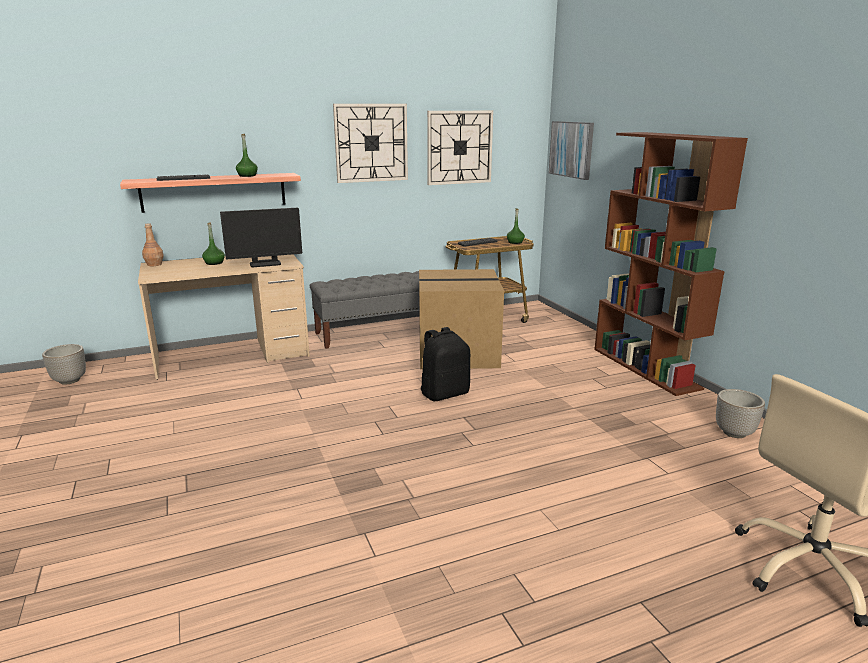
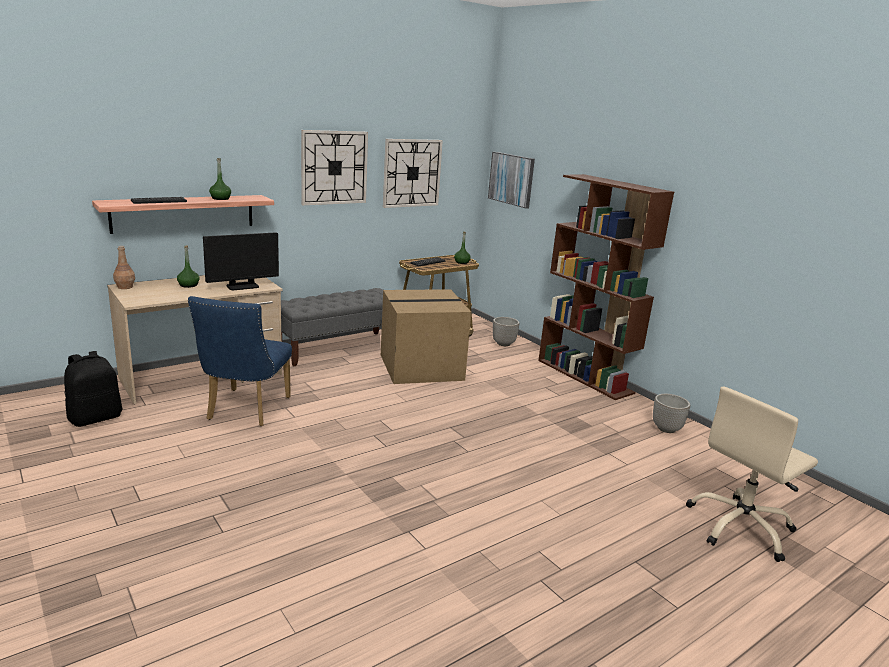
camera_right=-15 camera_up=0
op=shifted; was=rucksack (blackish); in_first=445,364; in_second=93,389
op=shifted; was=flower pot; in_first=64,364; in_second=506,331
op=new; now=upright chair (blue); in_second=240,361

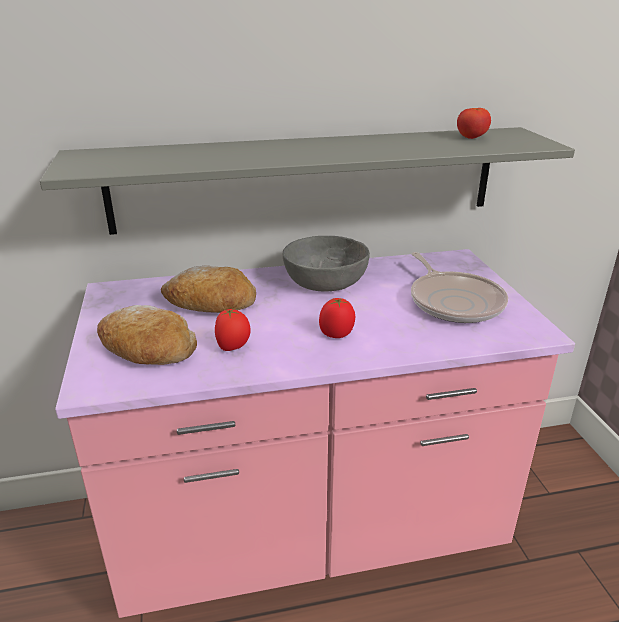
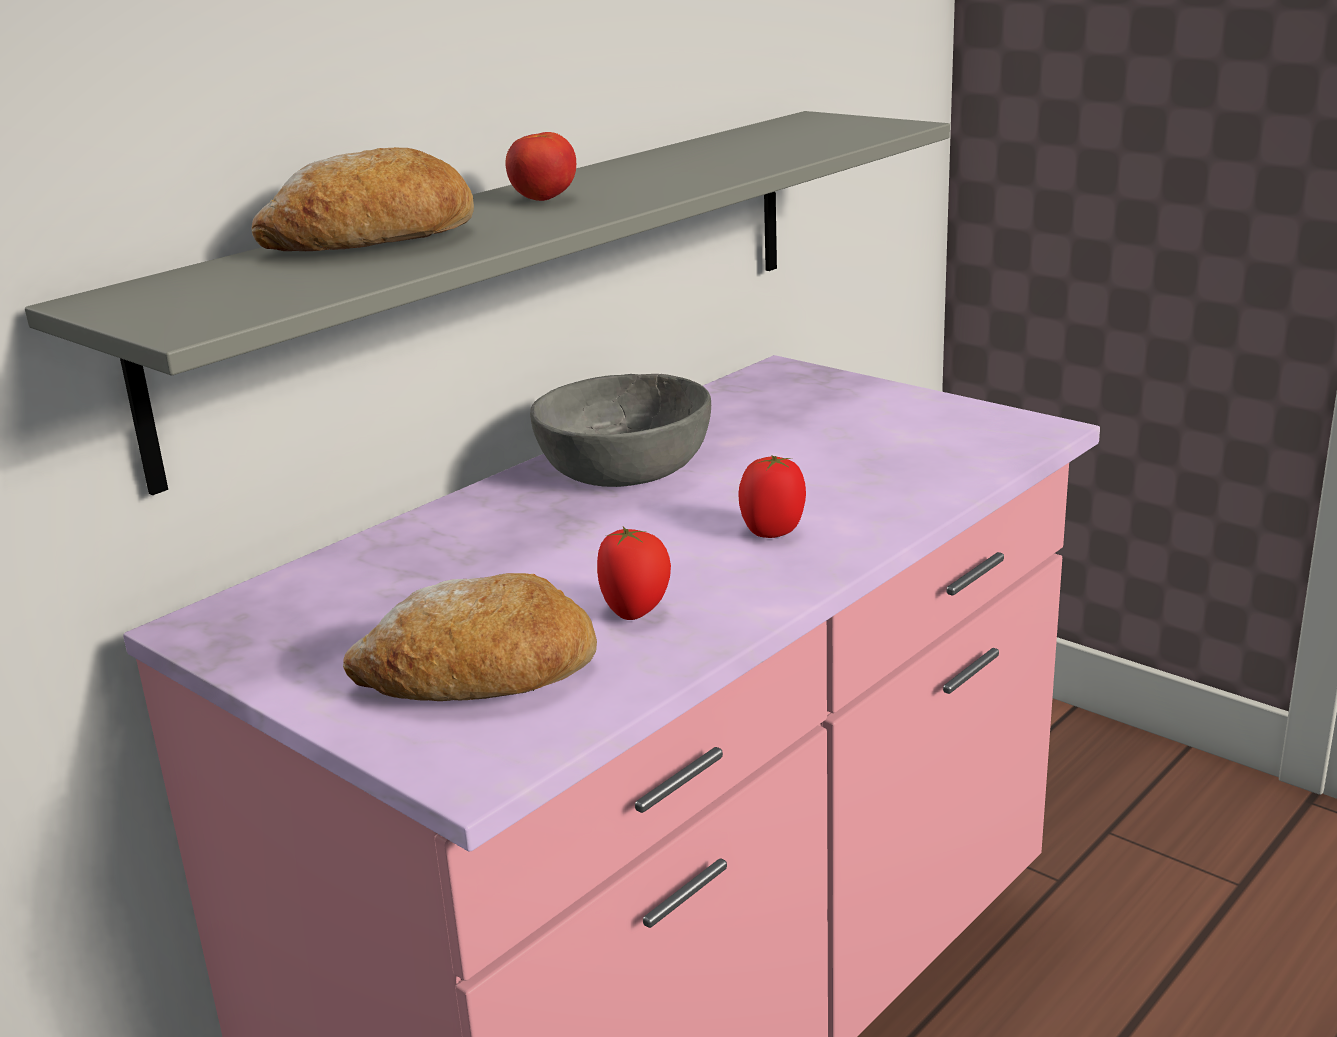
camera_right=-35 camera_up=-5
op=shifted; was=fresh tomato; in_first=474,123; in_second=540,166
op=gone; was=skillet; in_first=459,287
op=shifted; was=bread; in_first=208,289; in_second=363,199

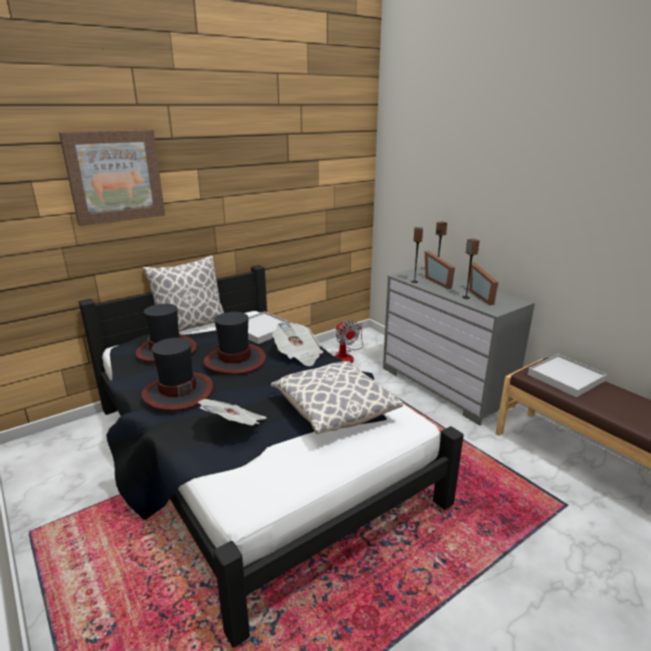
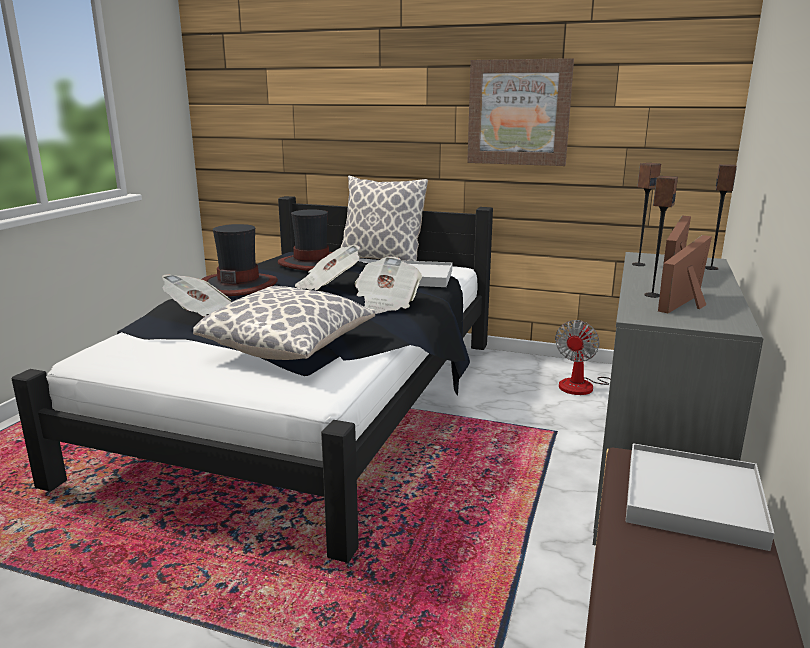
camera_right=55 camera_up=-5
op=shifted; was=wall art; in_first=112,178; in_second=520,112
op=swapped; was=hat; now=newspaper; in_first=235,343; in_second=327,267

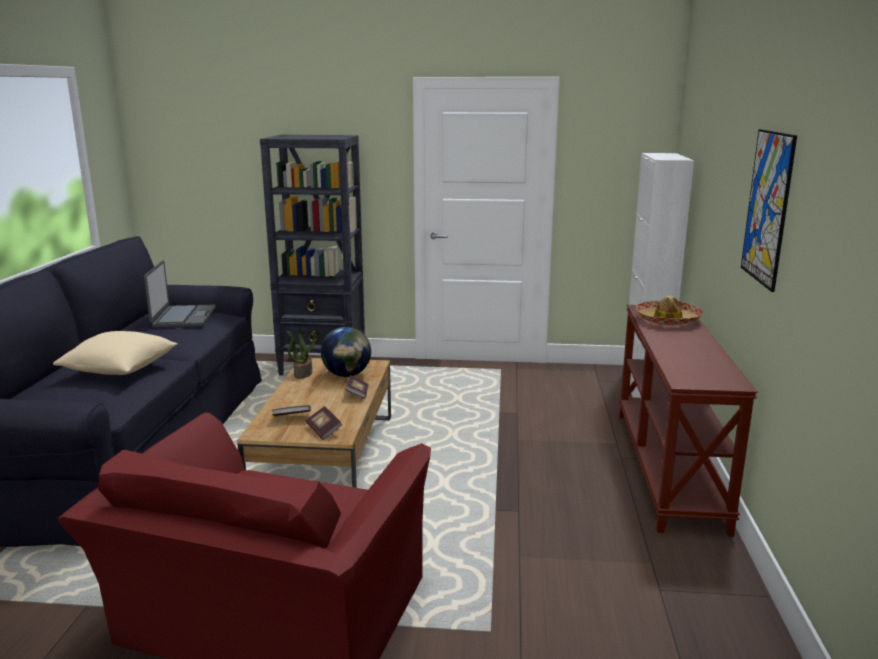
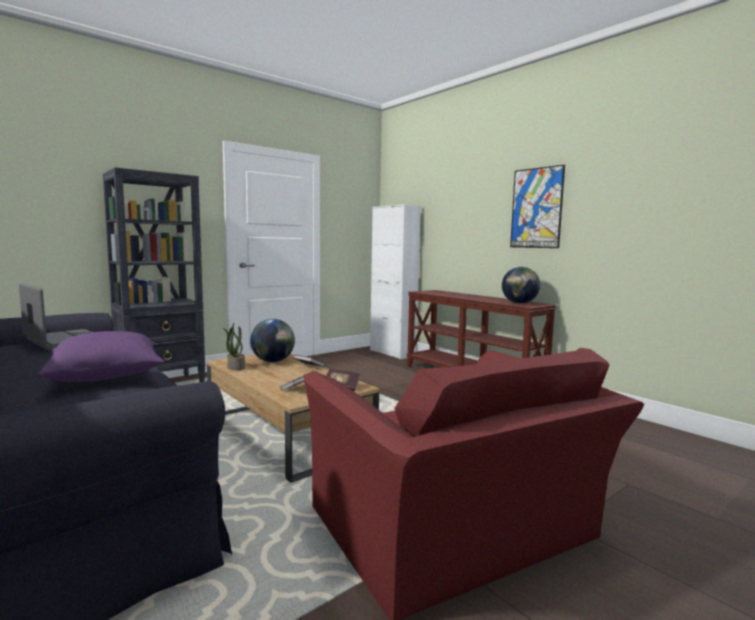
camera_right=-45 camera_up=-10
op=gone; was=hat; in_first=669,310
op=repainted; was=pillow (beige); now=pillow (purple); in_first=115,353; in_second=101,356
op=new; now=world globe; in_second=521,285

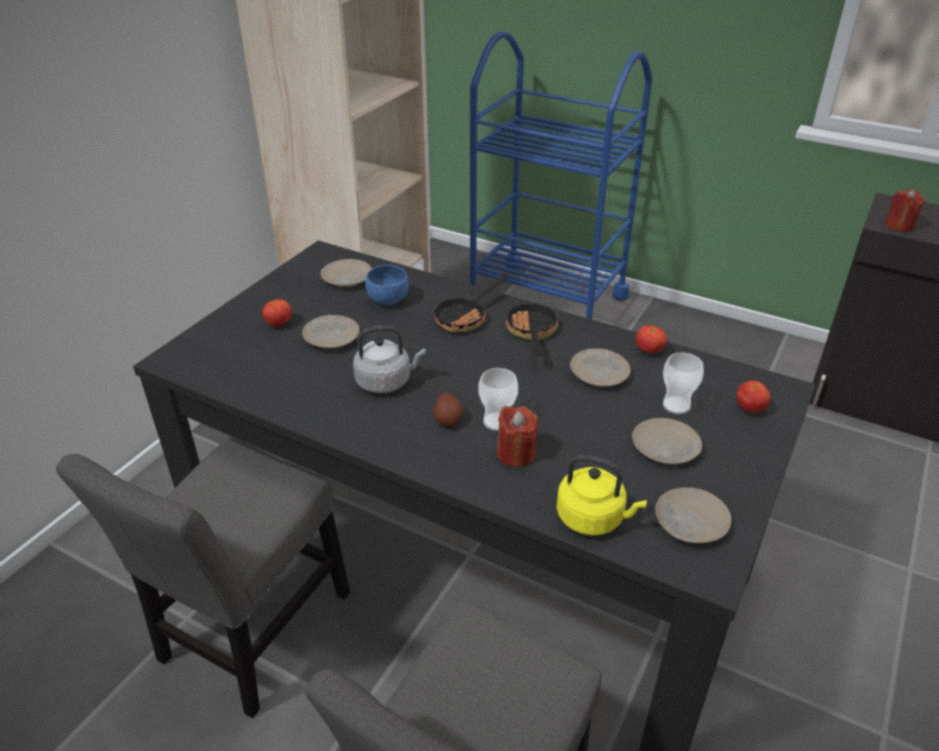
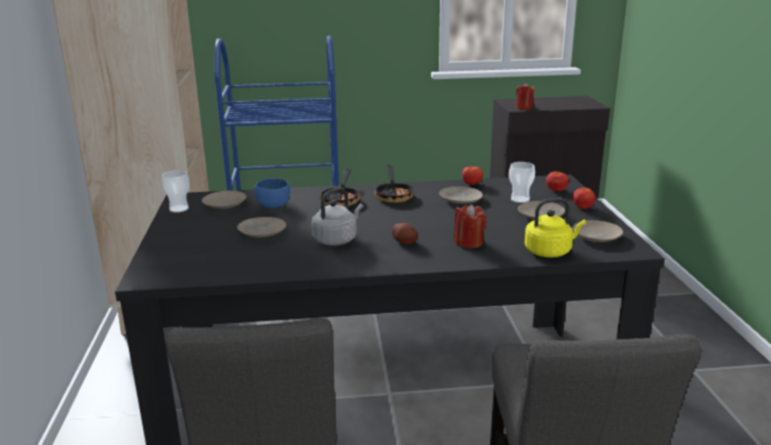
camera_right=-35 camera_up=-15
op=shifted; was=fresh tomato; in_first=277,313; in_second=584,198
op=rotated; was=skillet; in_first=532,328; in_second=394,184; clockwise=-150
op=shifted; was=cup; in_first=498,399; in_second=175,191

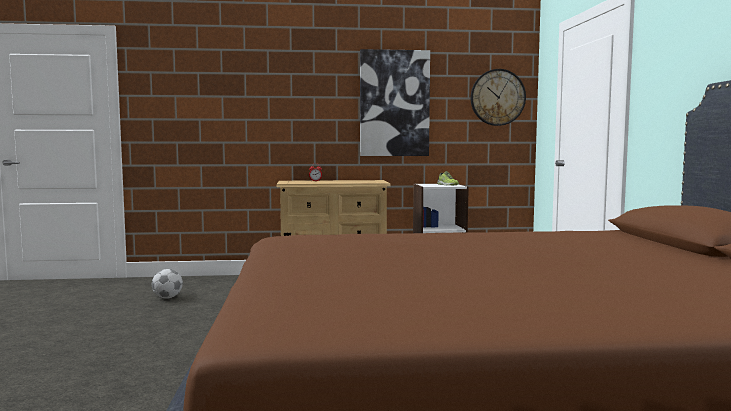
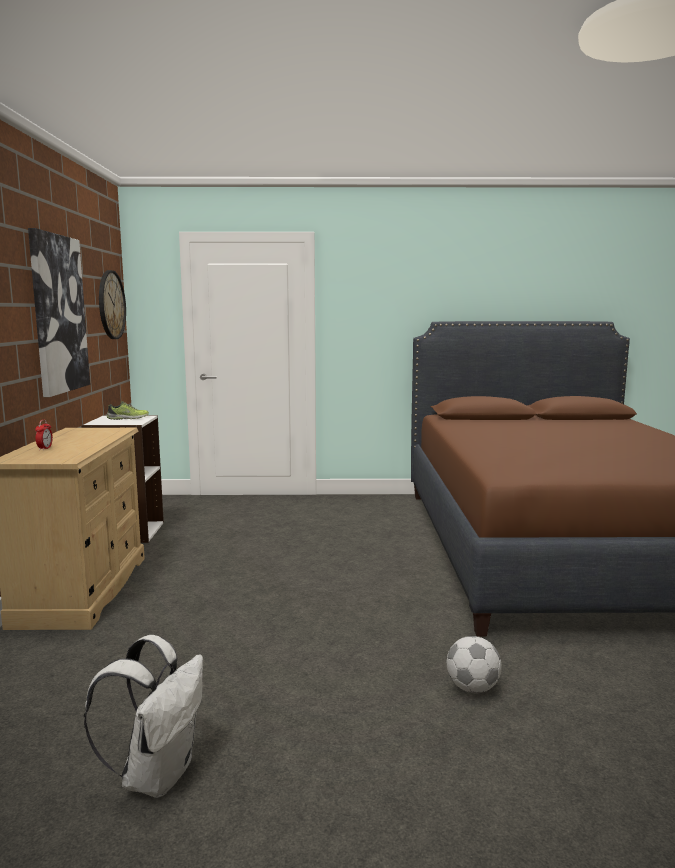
camera_right=-85 camera_up=5
op=shifted; was=football ball; in_first=167,284; in_second=474,664
op=new; now=rucksack (whitish); in_second=143,716

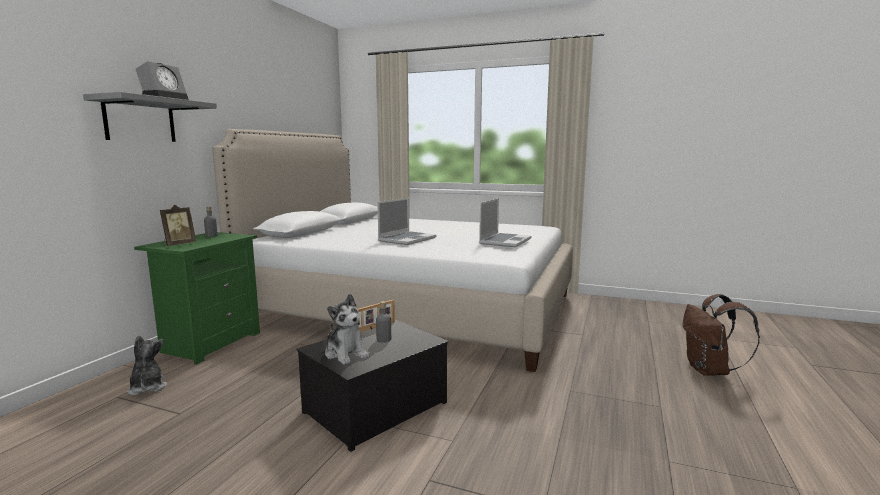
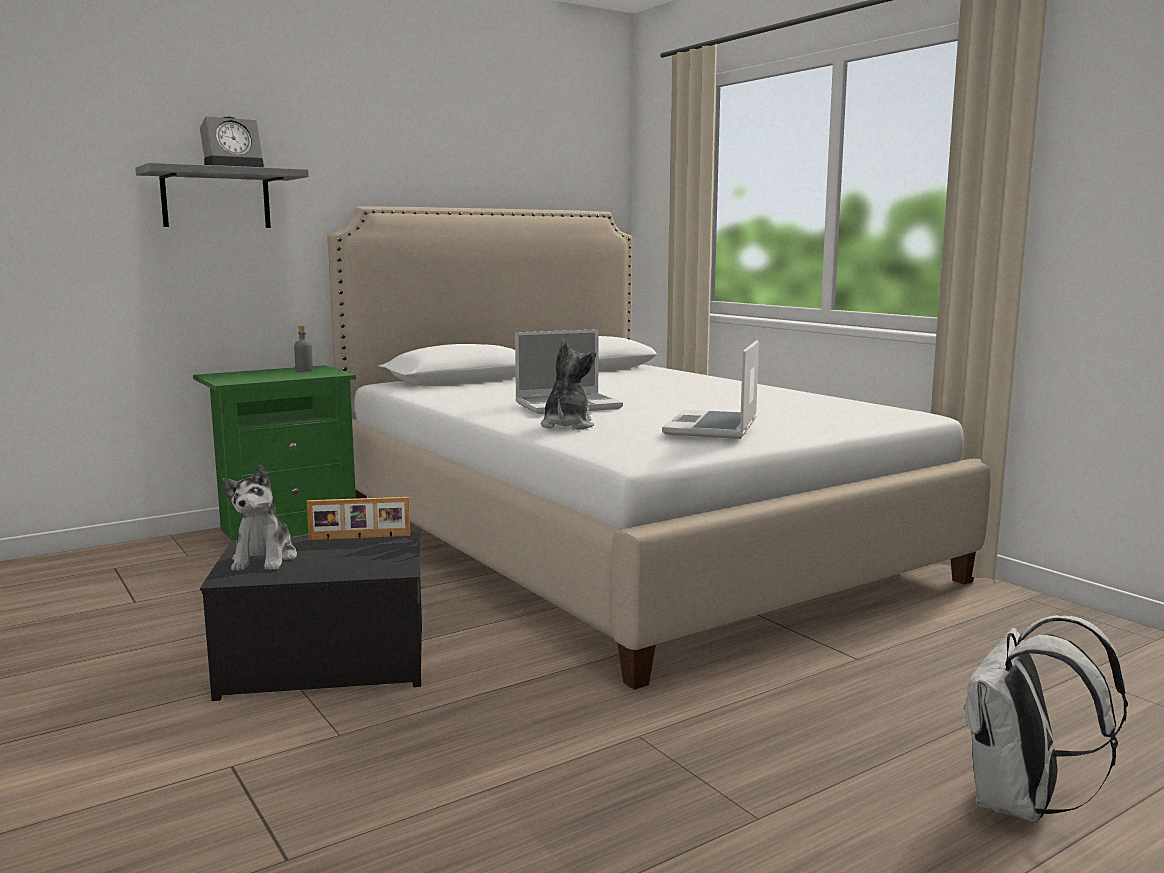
camera_right=35 camera_up=0
op=rotated; was=notebook computer; in_first=505,222; in_second=710,389; clockwise=135
op=gone; was=photo frame; in_first=178,225
op=repainted; was=rucksack (brownish); now=rucksack (whitish); in_first=721,335; in_second=1045,719
op=gone; was=drink bottle (greyish); in_first=383,322
op=shifted; was=soft toy; in_first=147,365; in_second=568,385

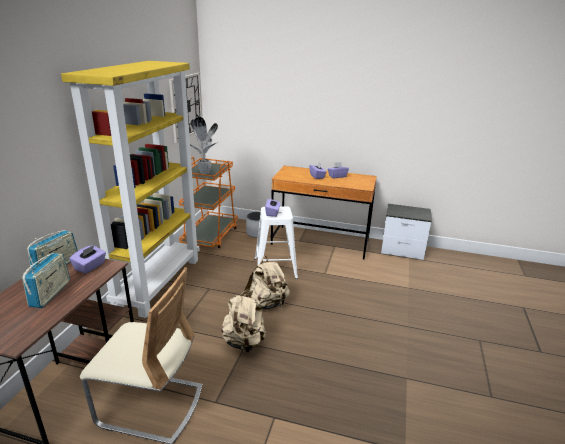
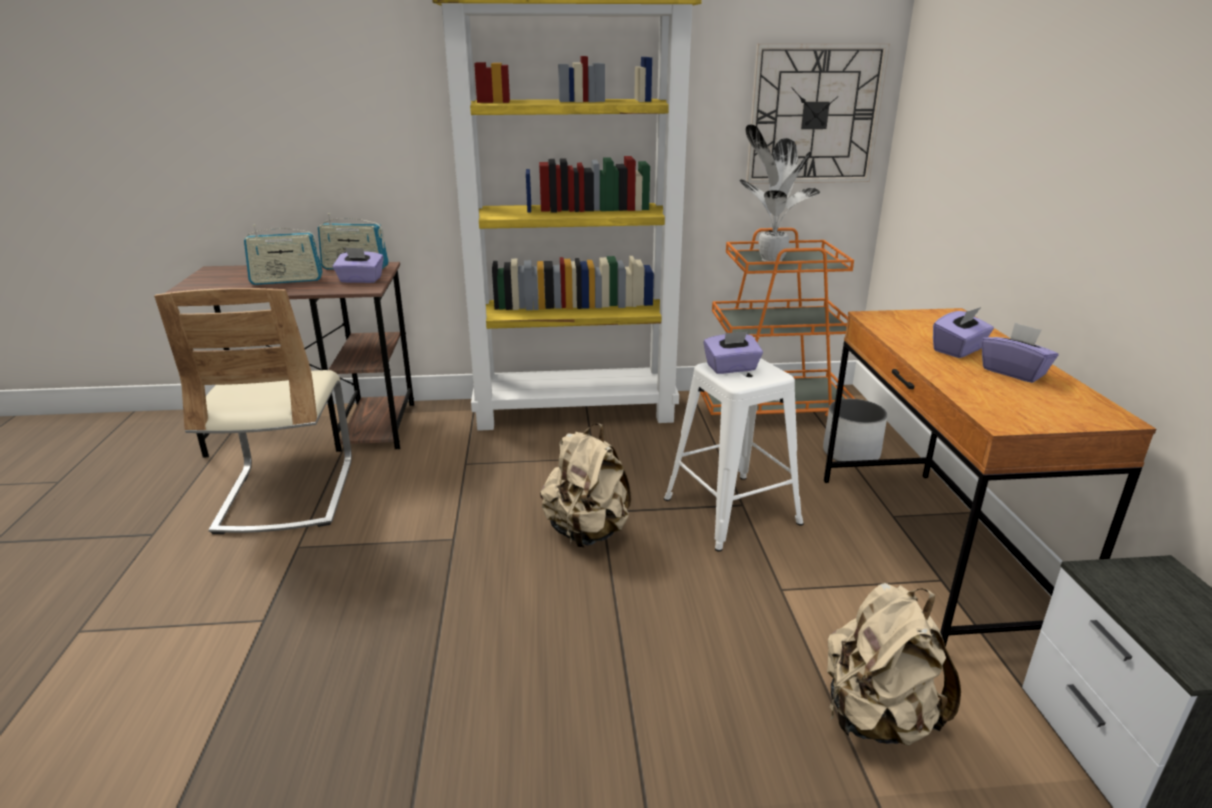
camera_right=70 camera_up=0
op=shifted; was=rucksack (beige); in_first=243,321; in_second=894,664

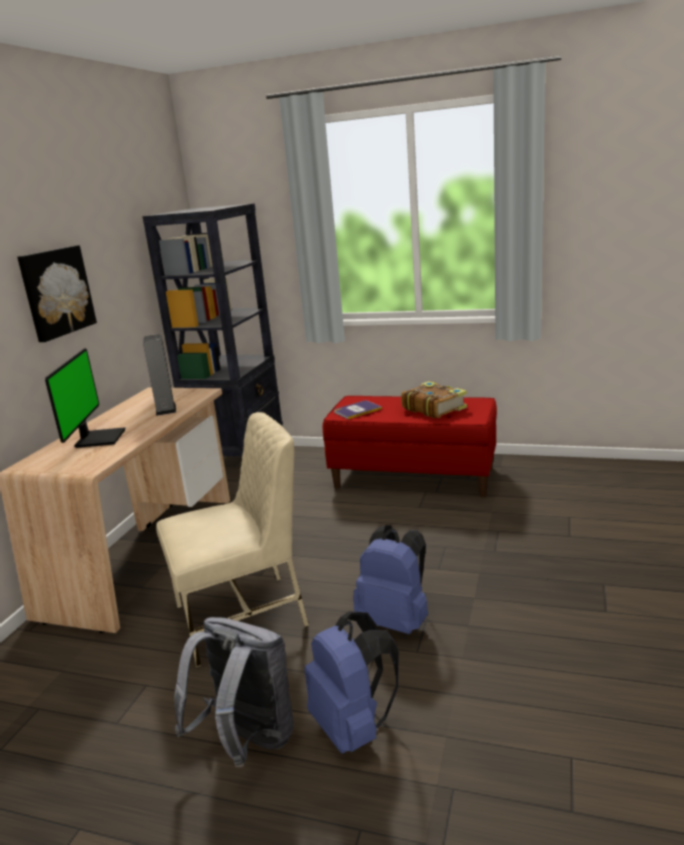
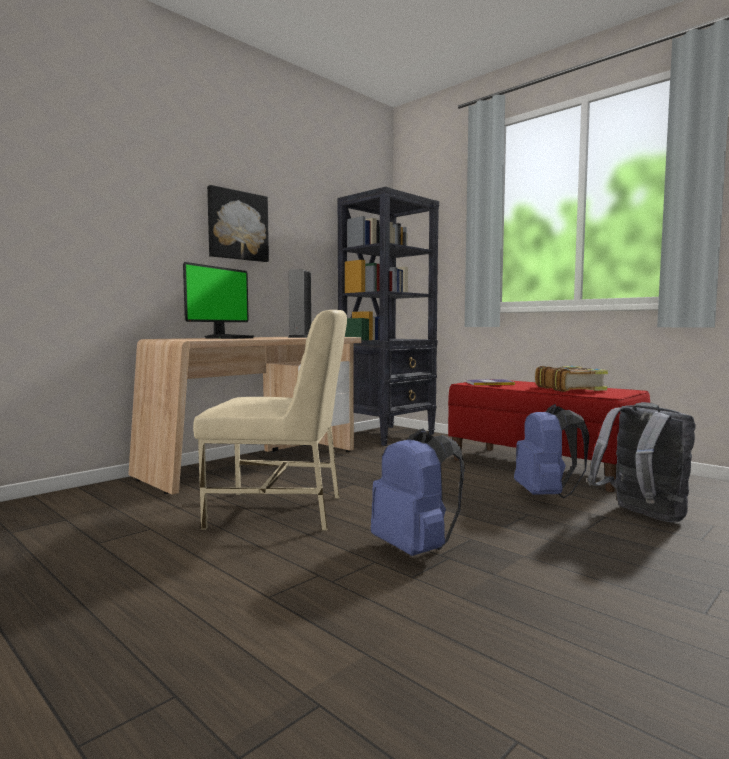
camera_right=25 camera_up=-15
op=shifted; was=rucksack (blue); in_first=351,682; in_second=551,451
op=shifted; was=rucksack (greyish); in_first=234,692; in_second=641,462

